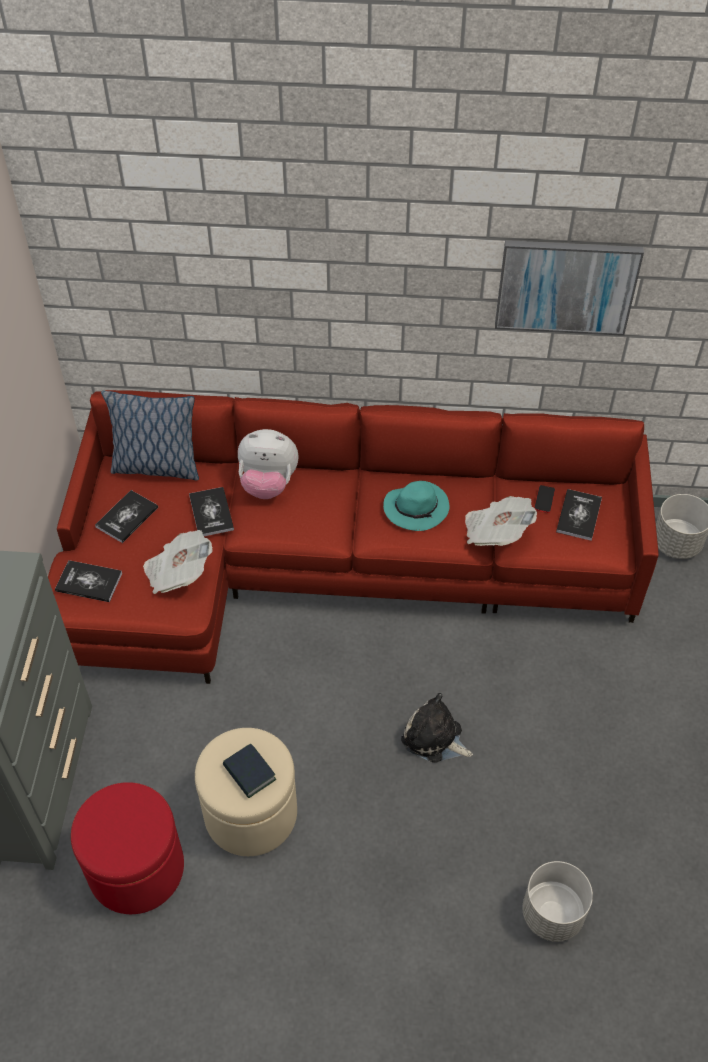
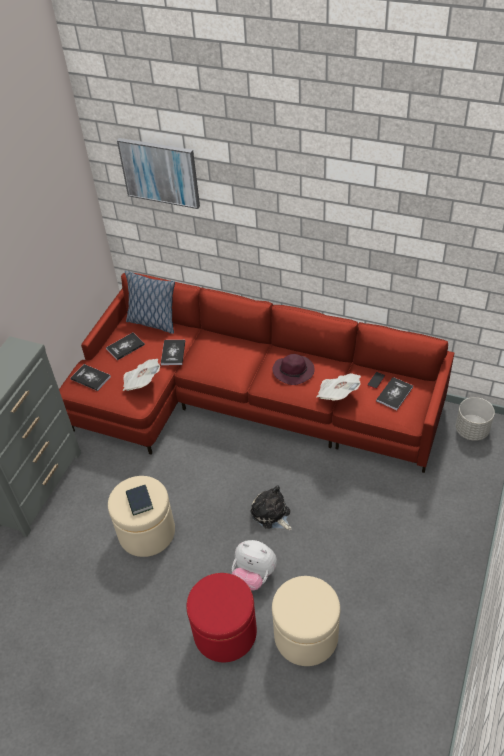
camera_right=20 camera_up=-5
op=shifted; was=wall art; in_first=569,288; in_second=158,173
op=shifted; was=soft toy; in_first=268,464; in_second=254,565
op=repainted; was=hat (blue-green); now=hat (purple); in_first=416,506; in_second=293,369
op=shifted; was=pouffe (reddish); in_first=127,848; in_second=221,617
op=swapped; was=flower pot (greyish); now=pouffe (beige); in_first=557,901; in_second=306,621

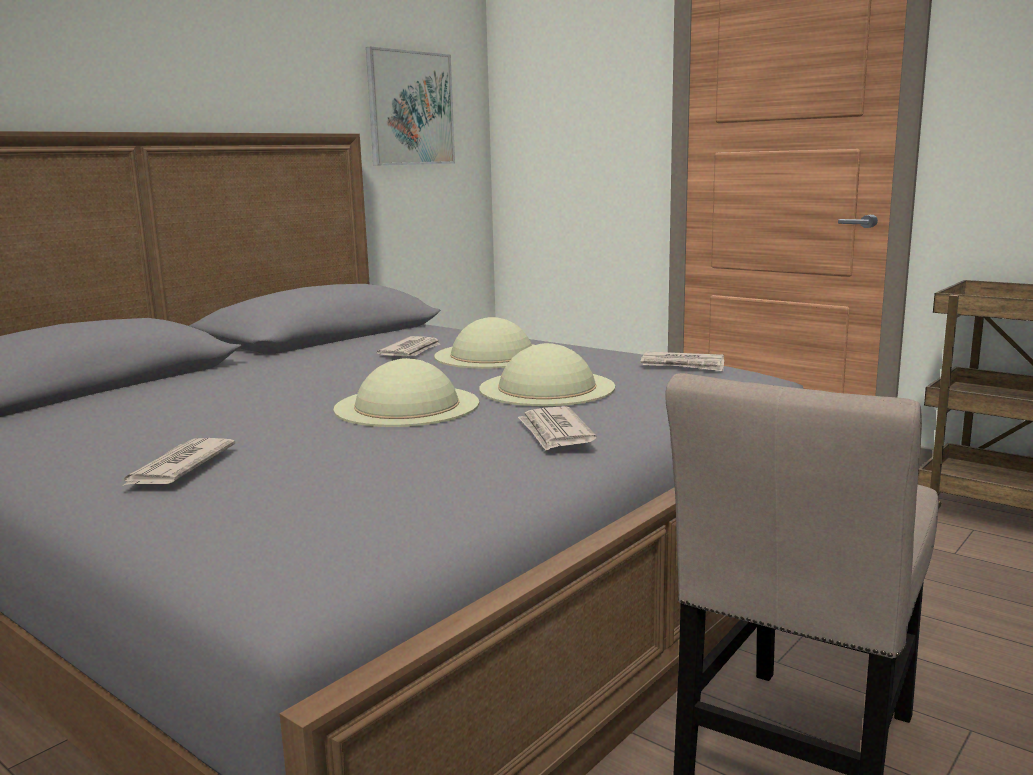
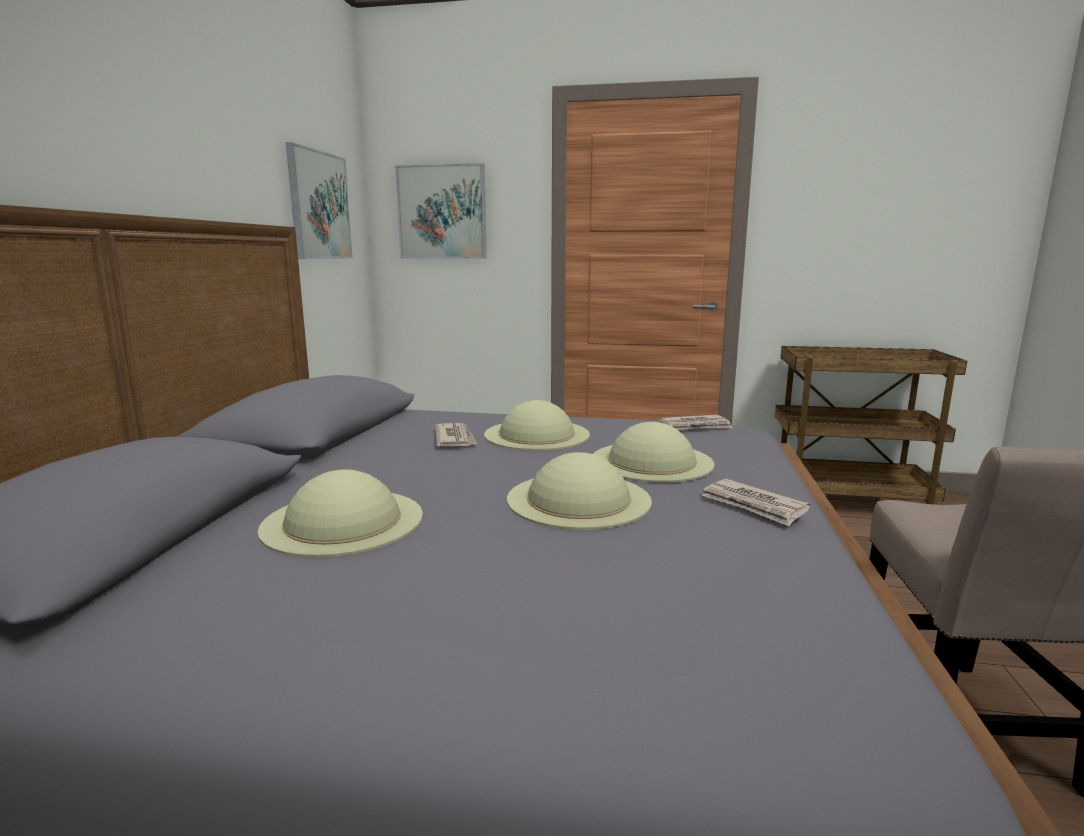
camera_right=-30 camera_up=0
op=gone; was=newspaper; in_first=178,462
op=new; now=wall art; in_second=441,211
op=new; now=hat (beige); in_second=340,513

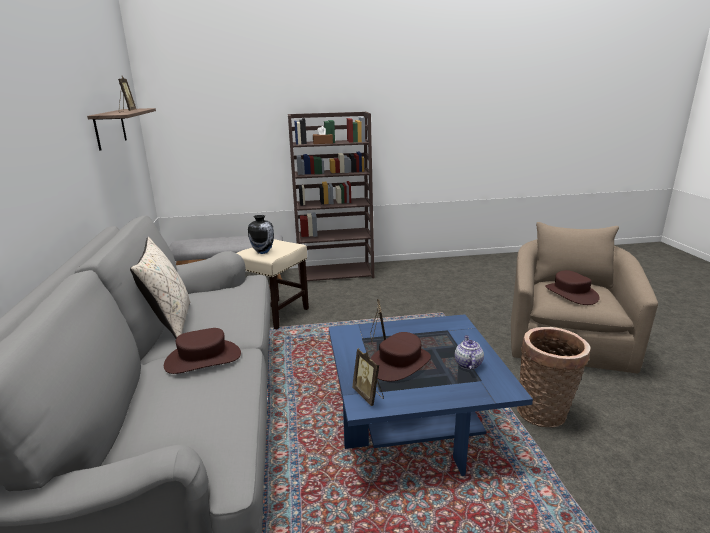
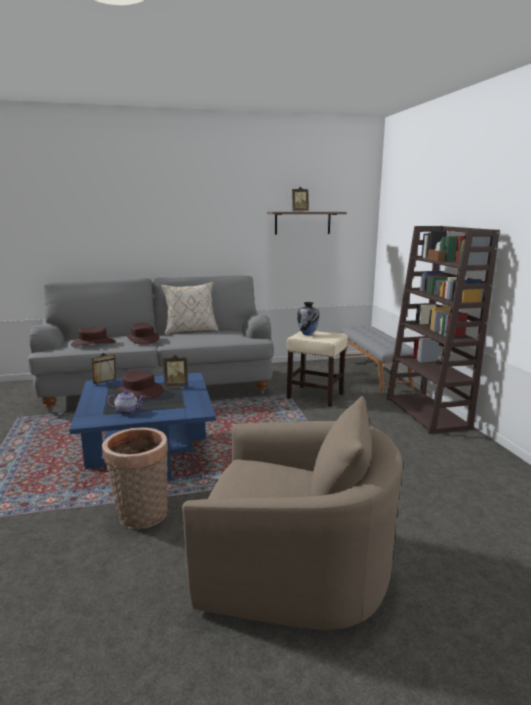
camera_right=85 camera_up=-5
op=shifted; was=hat (brownish); in_first=573,287; in_second=93,337

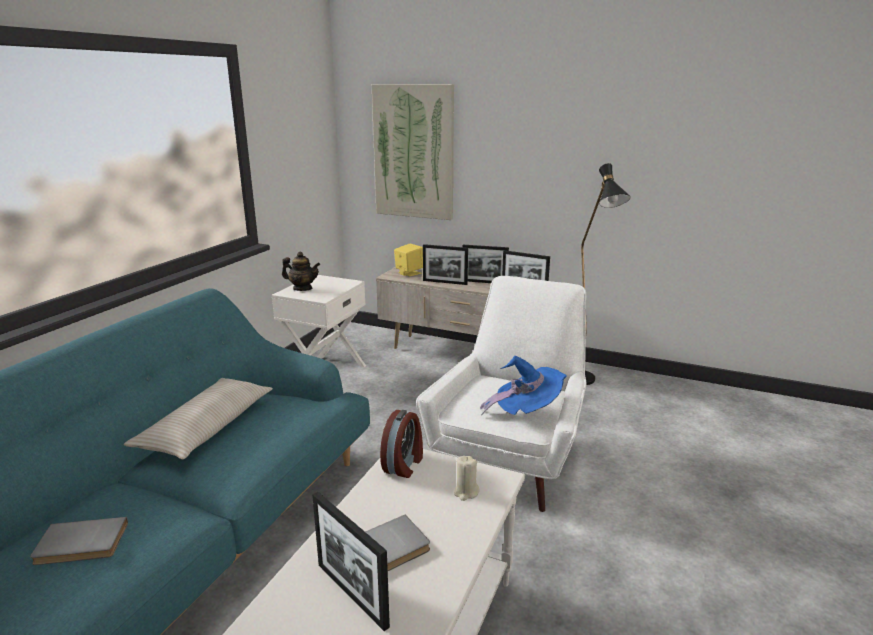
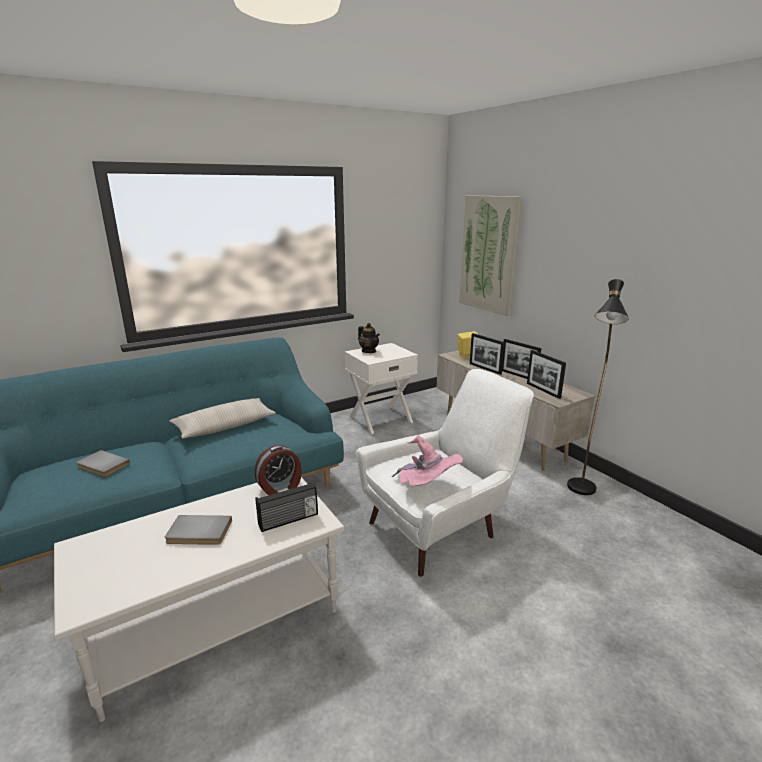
camera_right=35 camera_up=0
op=repainted; was=hat (blue); now=hat (pink); in_first=523,386; in_second=427,460
op=swapped; was=wax candle (beige); now=radio set; in_first=467,478; in_second=286,507
op=gone; was=photo frame; in_first=351,561

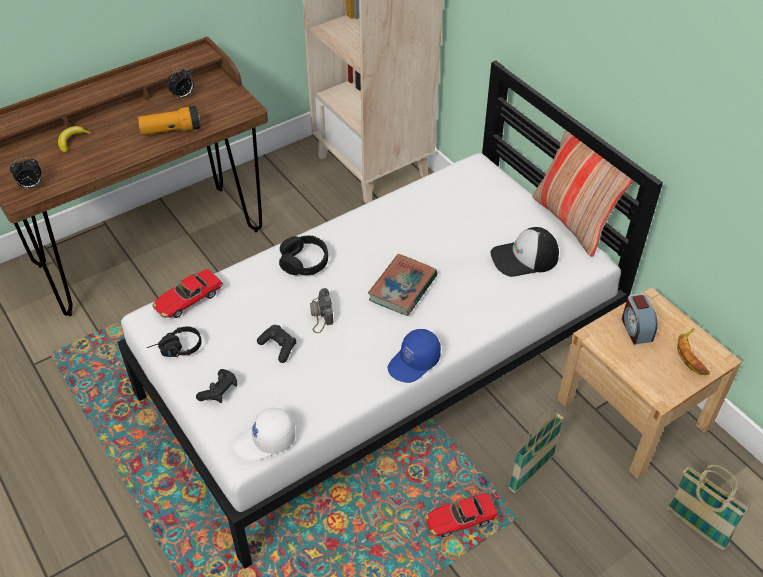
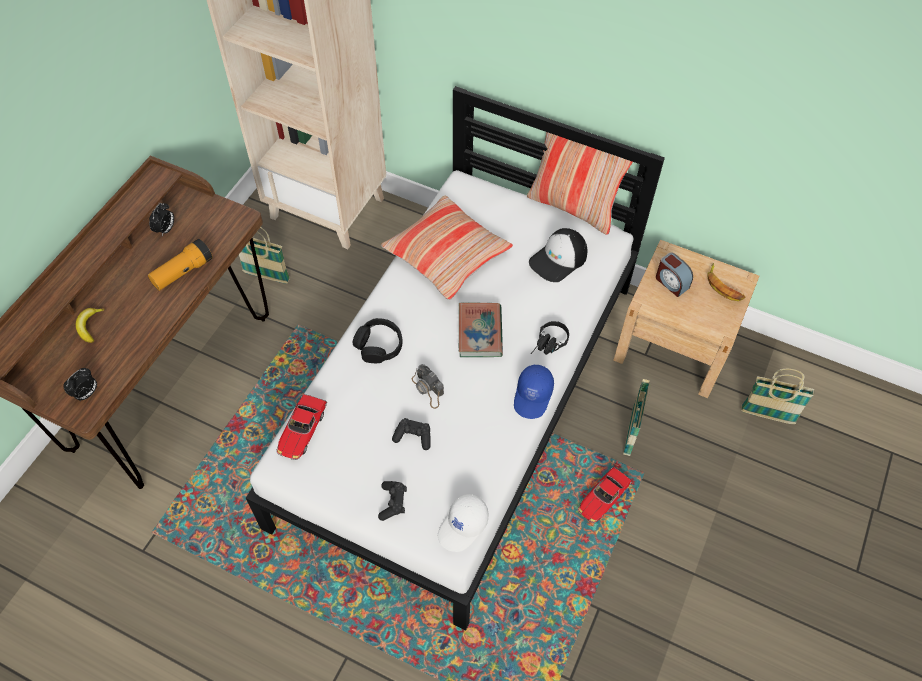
camera_right=-30 camera_up=10
op=shifted; was=pair of headphones (blackish); in_first=174,341; in_second=550,338
op=new; now=pillow; in_second=447,247
op=new; now=household basket; in_second=264,255

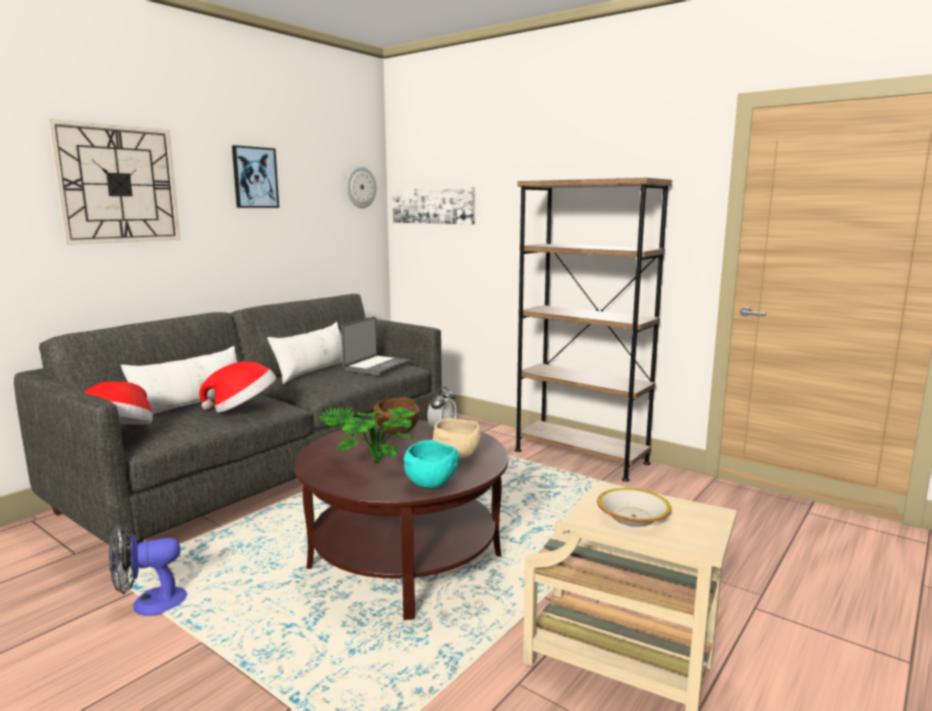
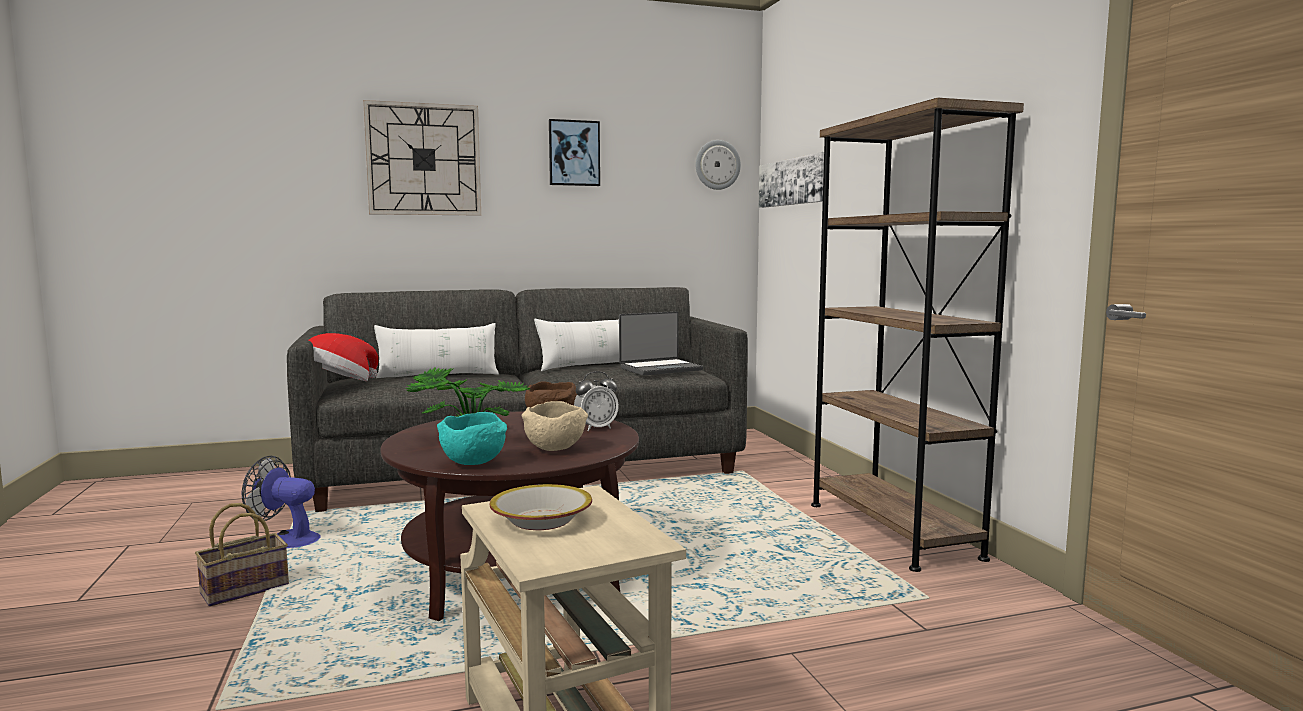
camera_right=35 camera_up=-5
op=gone; was=hat; in_first=237,387
op=new; now=household basket; in_second=242,555

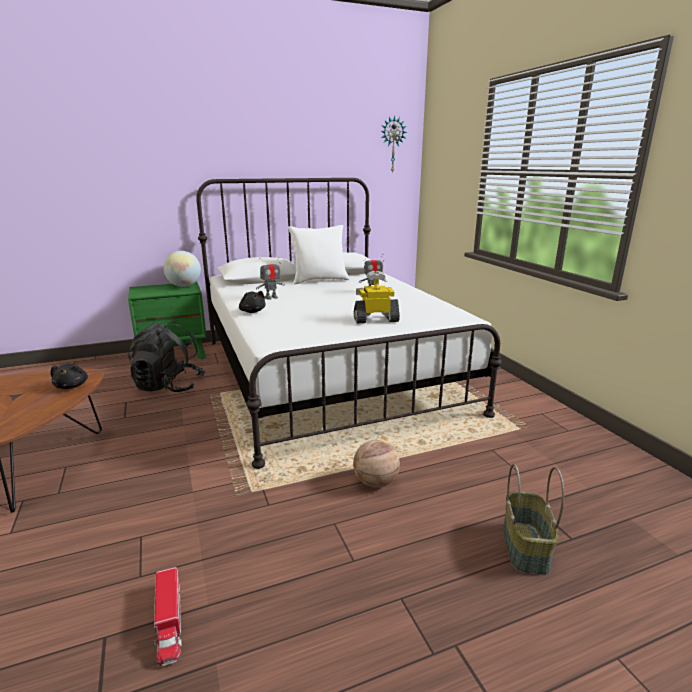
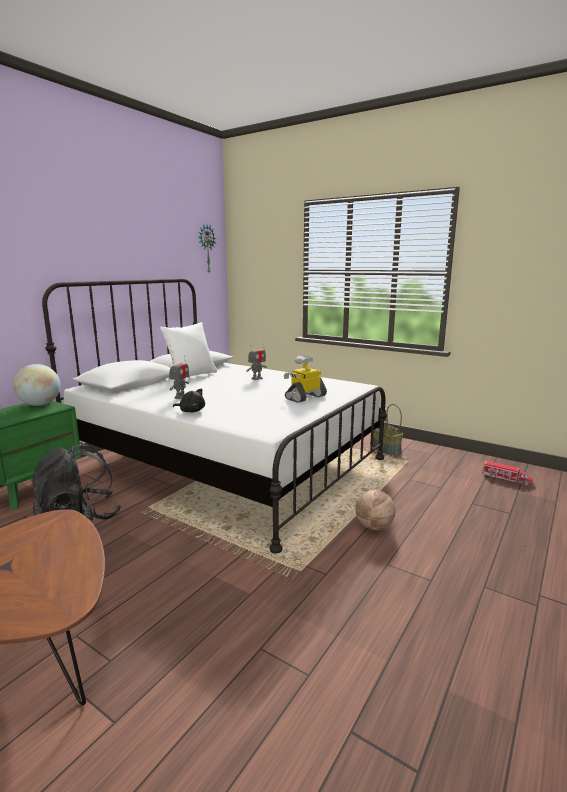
camera_right=-35 camera_up=-5
op=gone; was=soft toy (blackish); in_first=69,376
op=shifted; was=household basket; in_first=533,519; in_second=386,430
op=shifted; was=toy truck; in_first=167,616; in_second=507,473

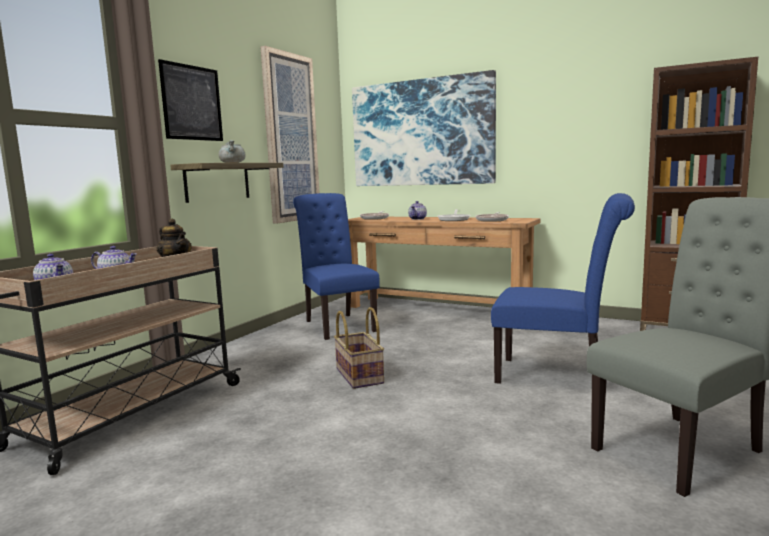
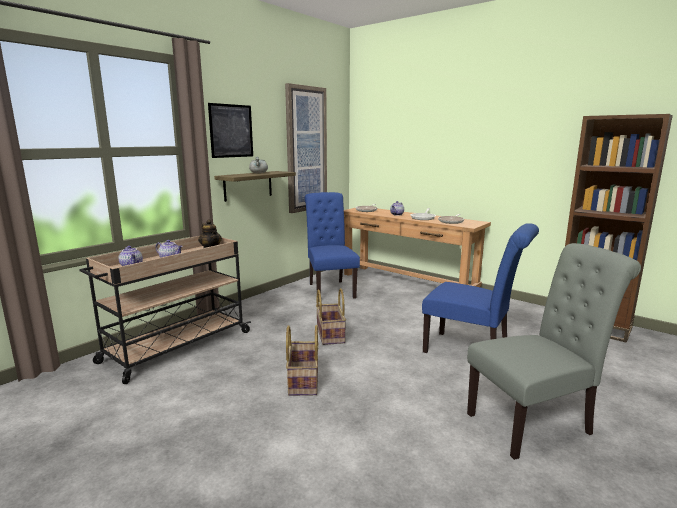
camera_right=10 camera_up=5
op=gone; was=wall art; in_first=424,128
op=new; now=household basket; in_second=302,360

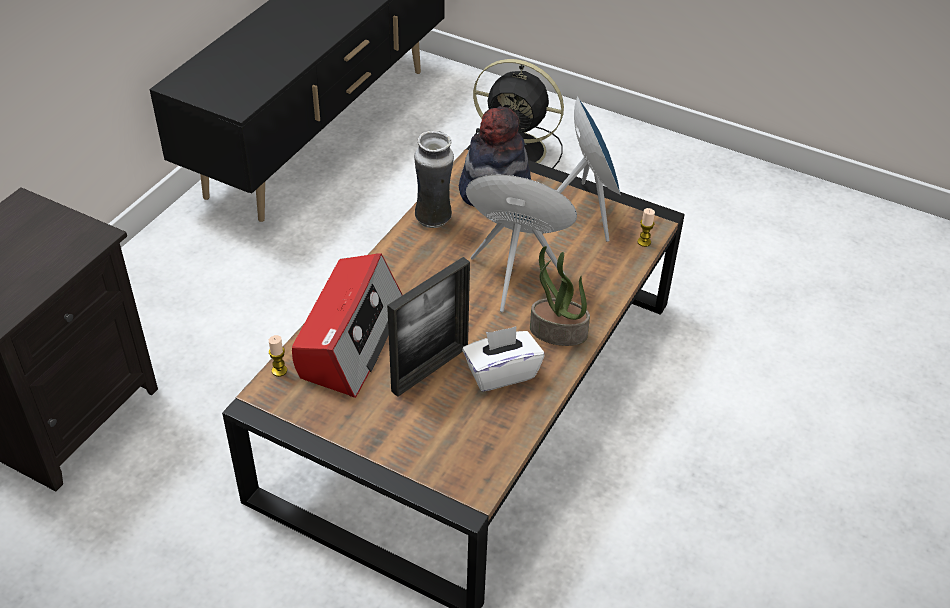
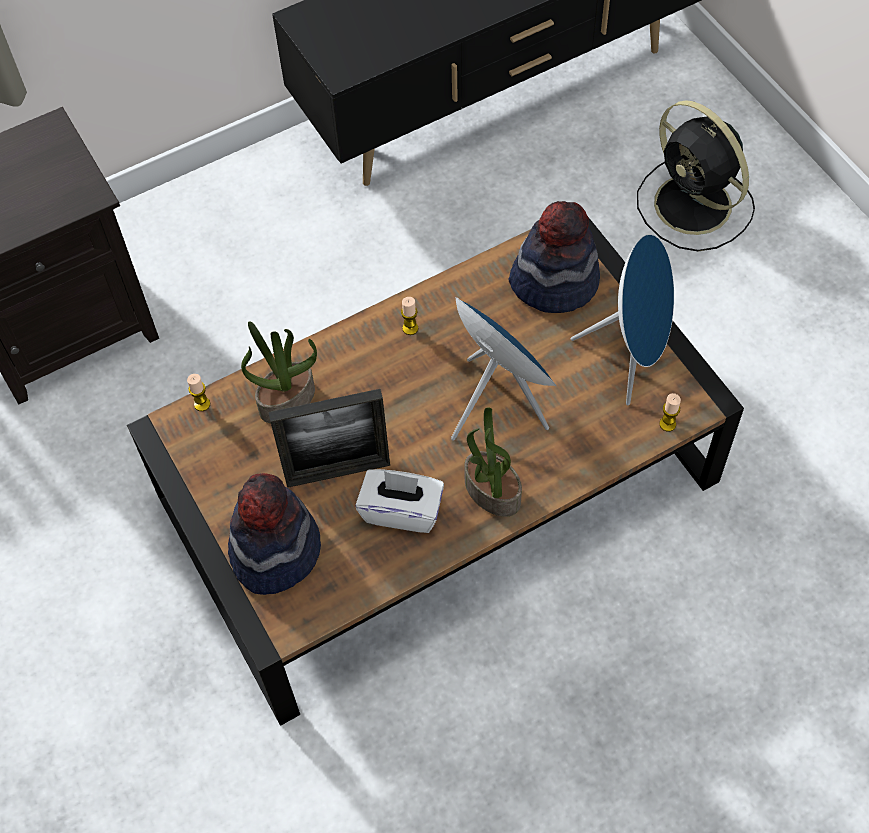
camera_right=35 camera_up=15
op=gone; was=decorative vase; in_first=434,179
op=swapped; was=radio set; now=plant in a pot; in_first=347,325; in_second=279,372
op=new; now=wax candle; in_second=409,316
op=new; now=hat; in_second=274,534

